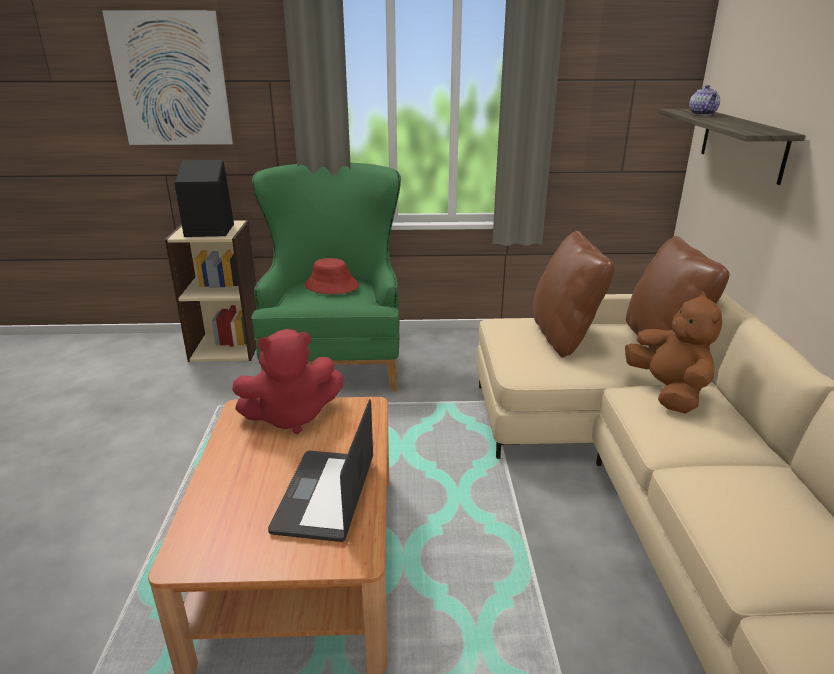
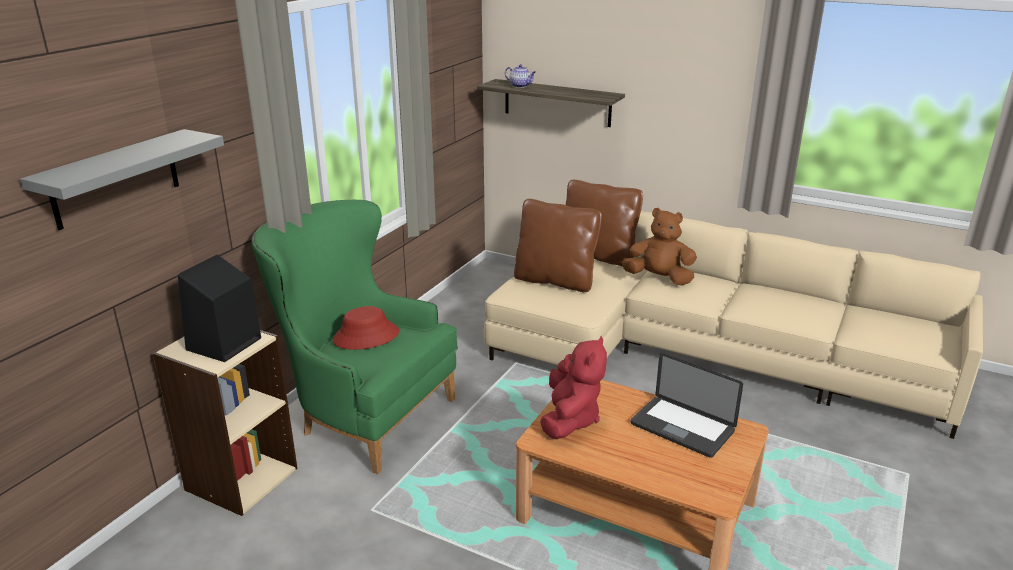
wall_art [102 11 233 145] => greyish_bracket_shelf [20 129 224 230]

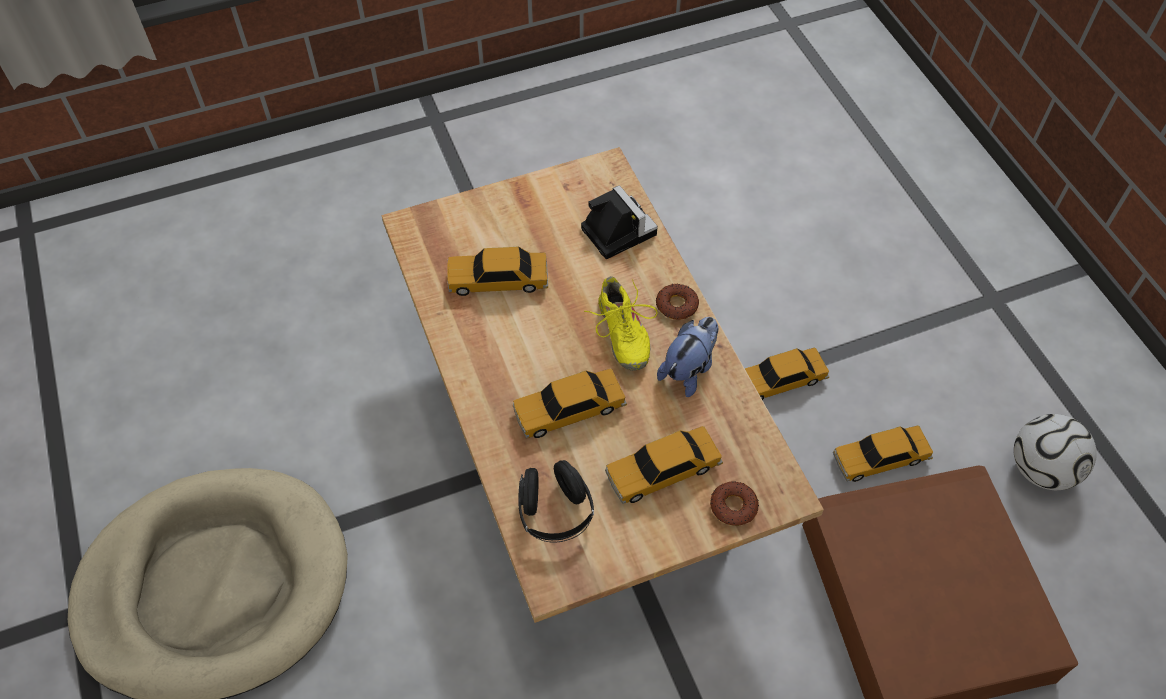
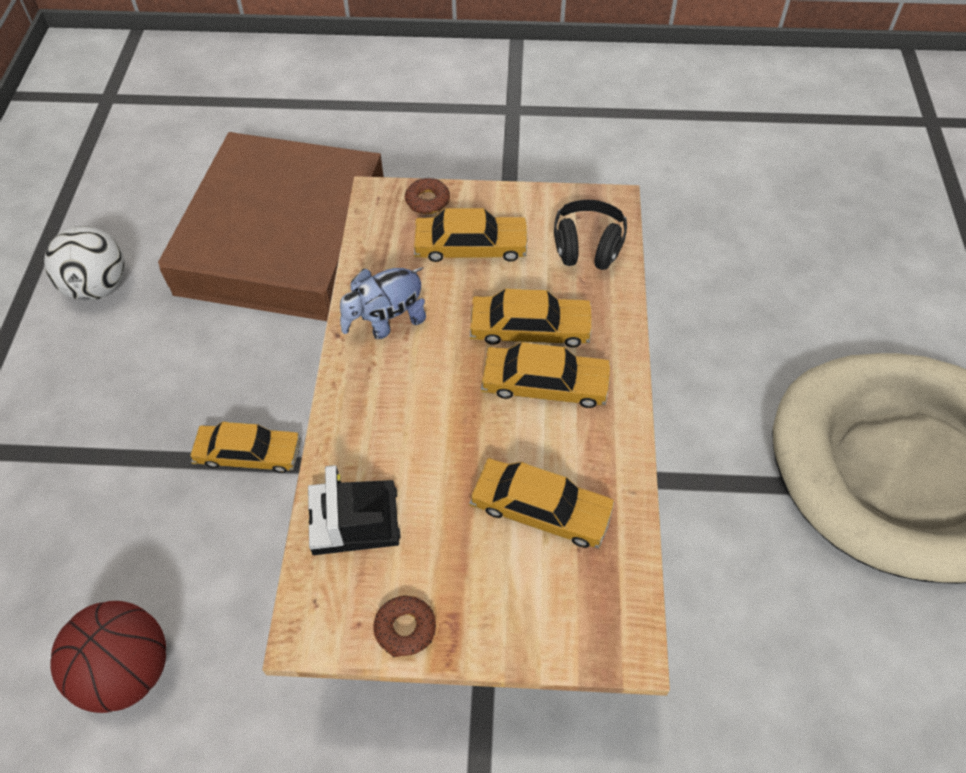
nothing => ball_for_basketball [50 601 166 713]
donut [656 284 699 320] => donut [373 595 436 657], move
model_car [833 425 933 482] => model_car [481 342 610 408], move
yellowish_shoe [584 276 658 371] => nothing

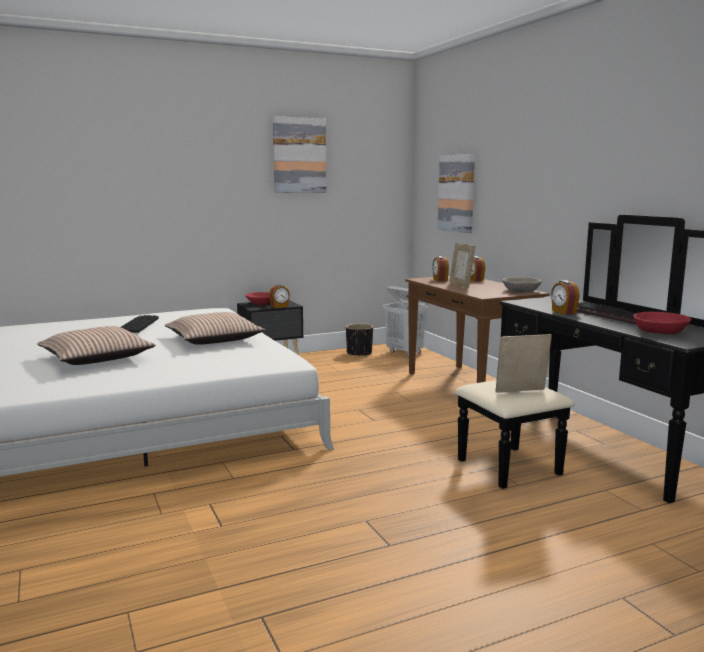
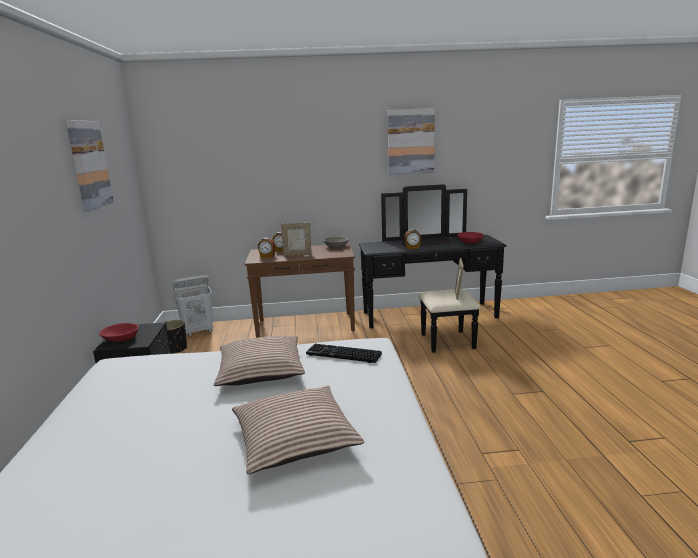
computer_keyboard [121 315 159 333] => computer_keyboard [306 344 382 363], move
wall_art [438 154 475 233] => wall_art [387 108 435 175], move
alarm_clock [269 284 290 308] => nothing

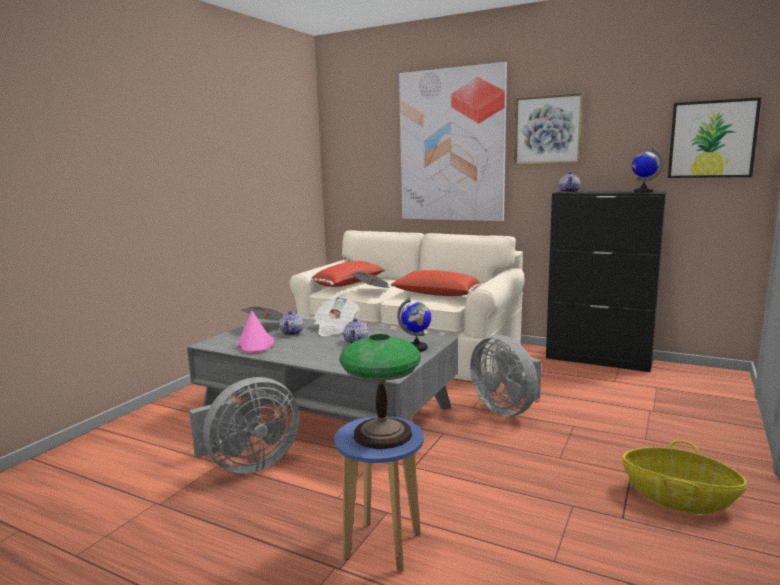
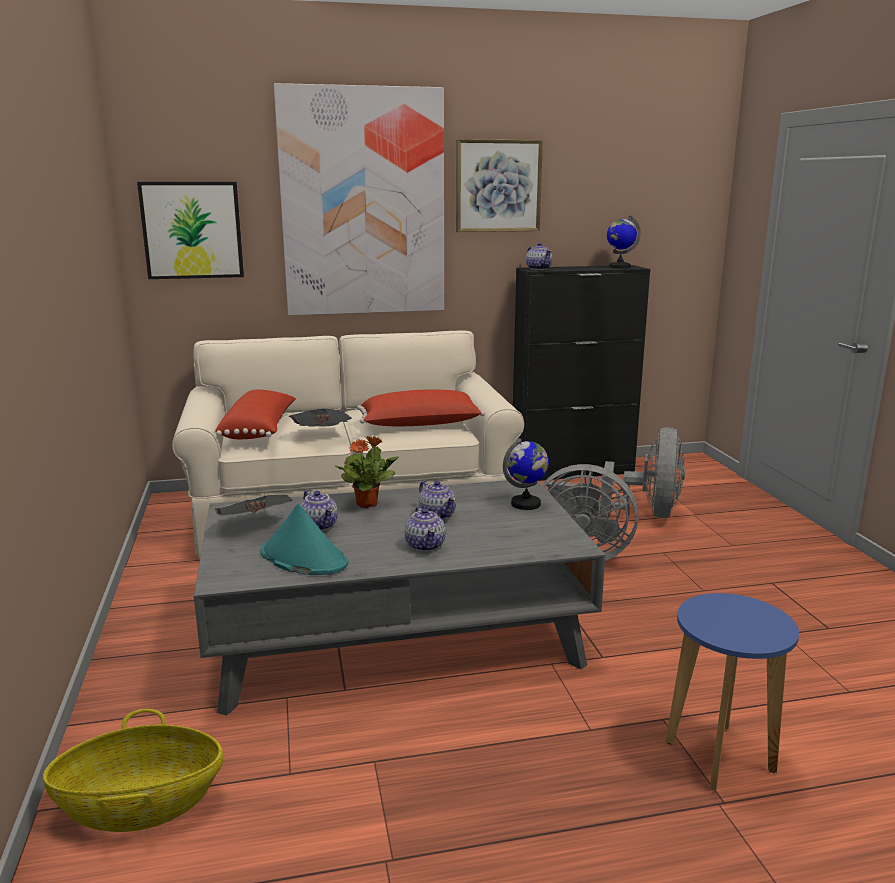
storage_basket [623 440 747 514] => storage_basket [43 709 224 832], move
wall_art [668 97 761 178] => wall_art [137 182 244 279], move
pink_wearable_hat [236 311 274 353] => turquoise-coloured_wearable_hat [261 504 348 575]
daily_paper [314 297 360 336] => plant_in_a_pot [335 436 399 508]
nothing => teapot [405 506 446 552]
greyish_electric_fan [189 377 300 474] => greyish_electric_fan [600 427 685 518], move
lamp_for_a_table [339 334 421 449] => nothing

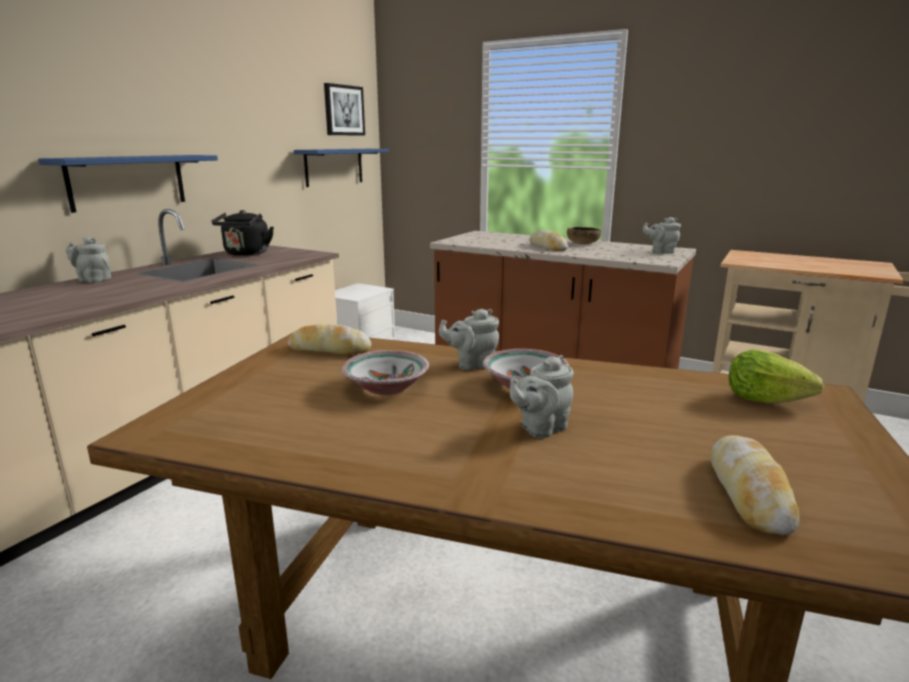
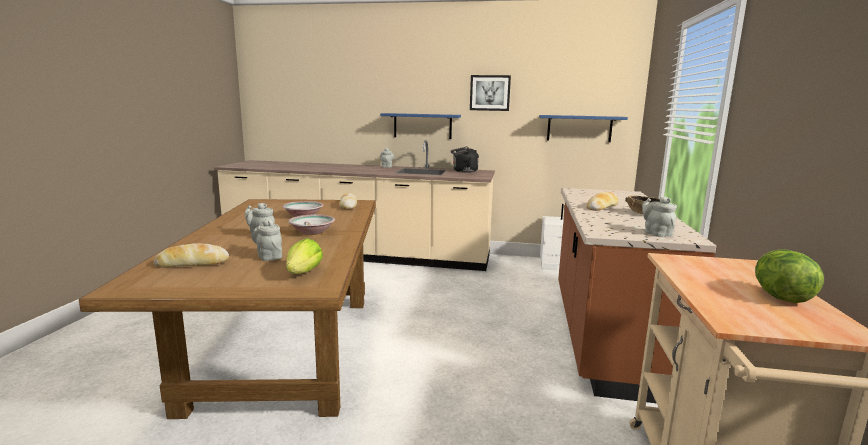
greyish_teapot [439 309 499 370] => greyish_teapot [252 219 282 261], move
wall_art [324 83 365 136] => wall_art [470 75 511 111], move
nothing => lettuce [755 249 824 303]

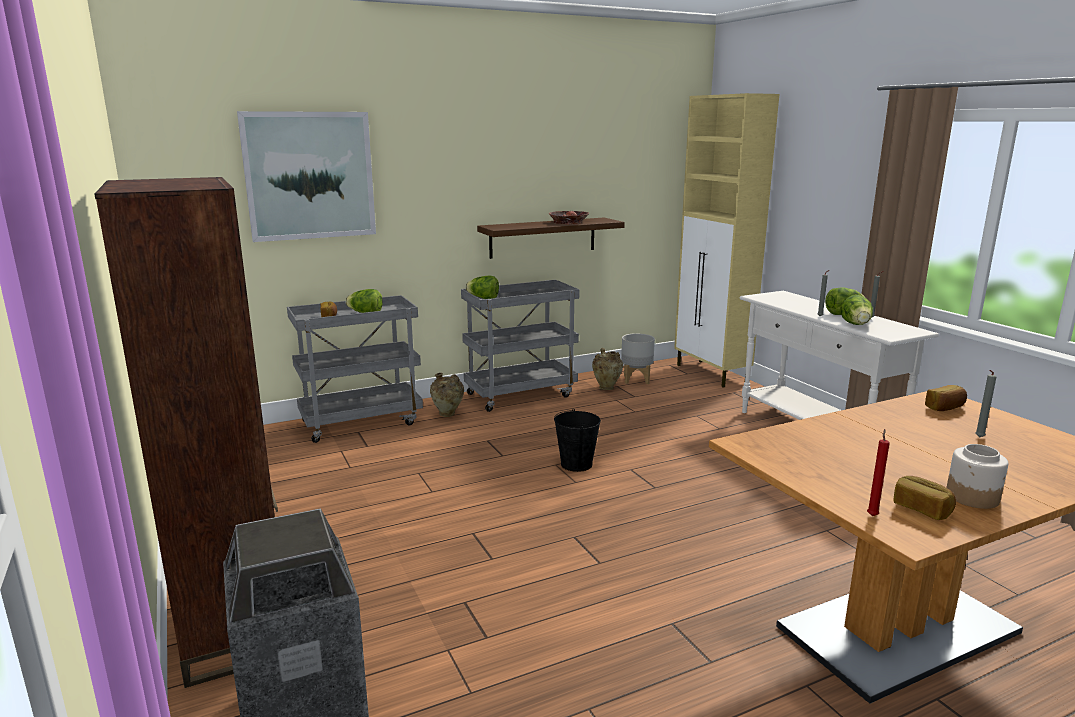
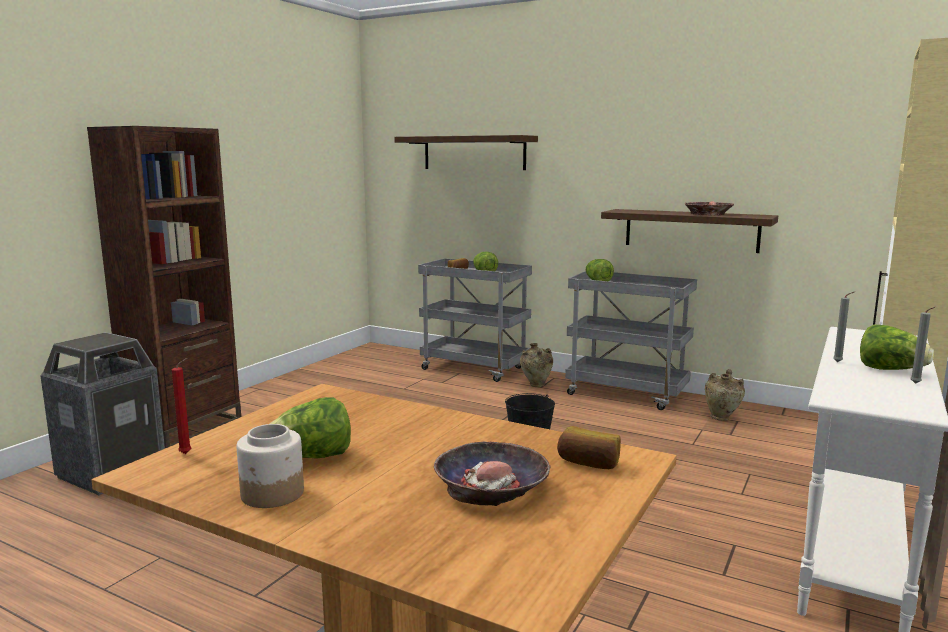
lettuce [840 295 873 325] => lettuce [270 397 351 459], move
wall_art [237 111 376 242] => bracket_shelf [394 135 538 170]
greyish_wax_candle [975 370 996 438] => bowl [434 441 551 506]
greyish_flower_pot [621 333 655 384] => nothing
bread [893 476 956 520] => nothing

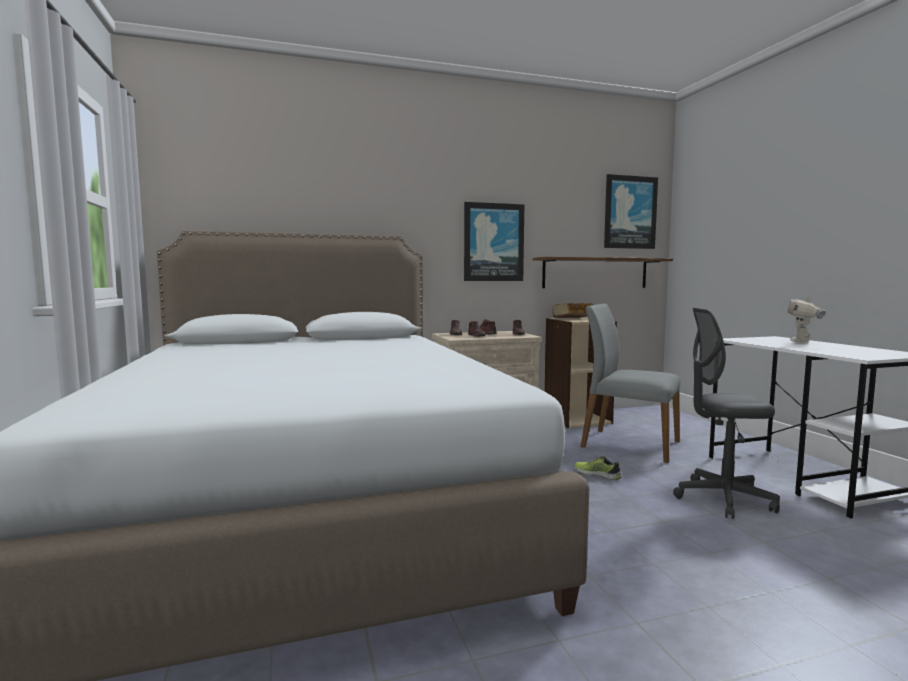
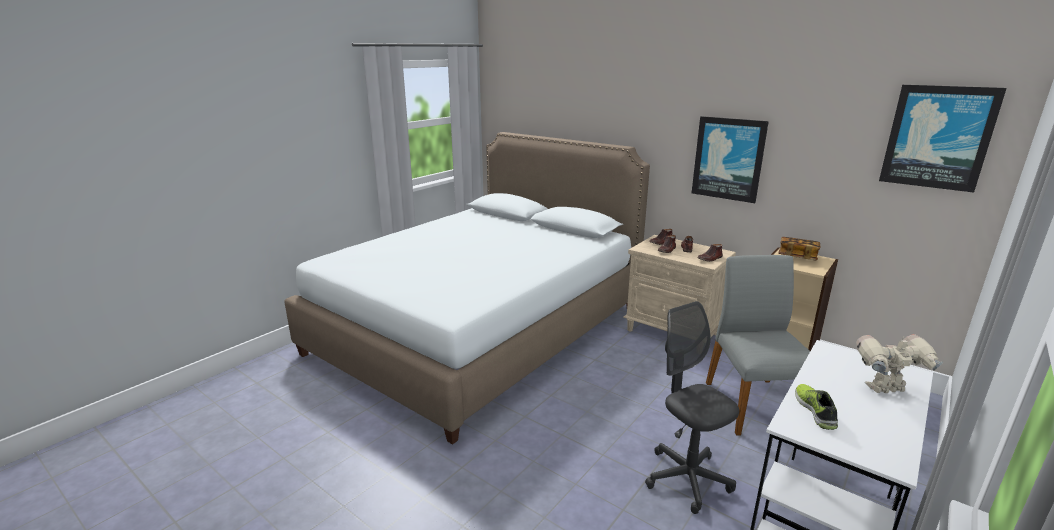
shoe [574 456 622 480] => shoe [795 384 838 430], move
bracket_shelf [533 257 673 288] => nothing

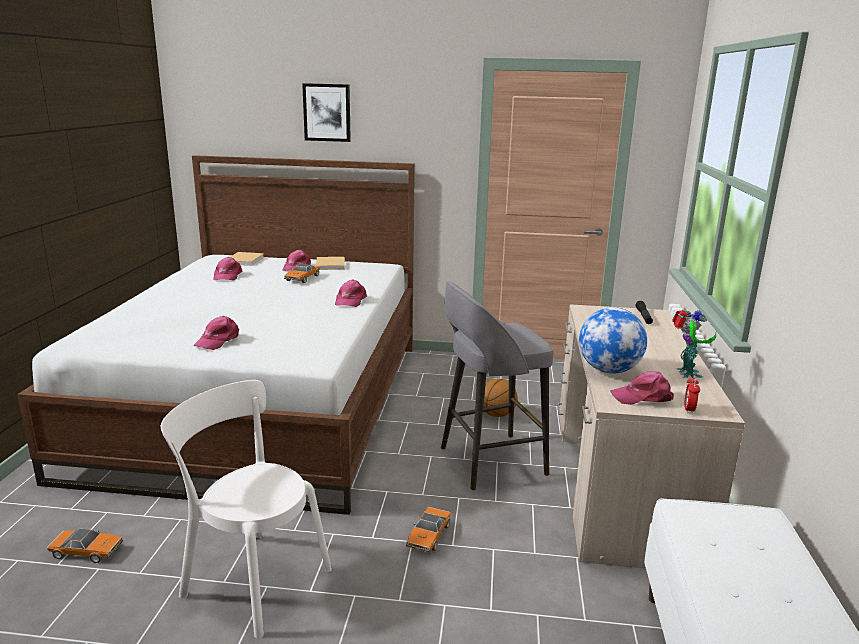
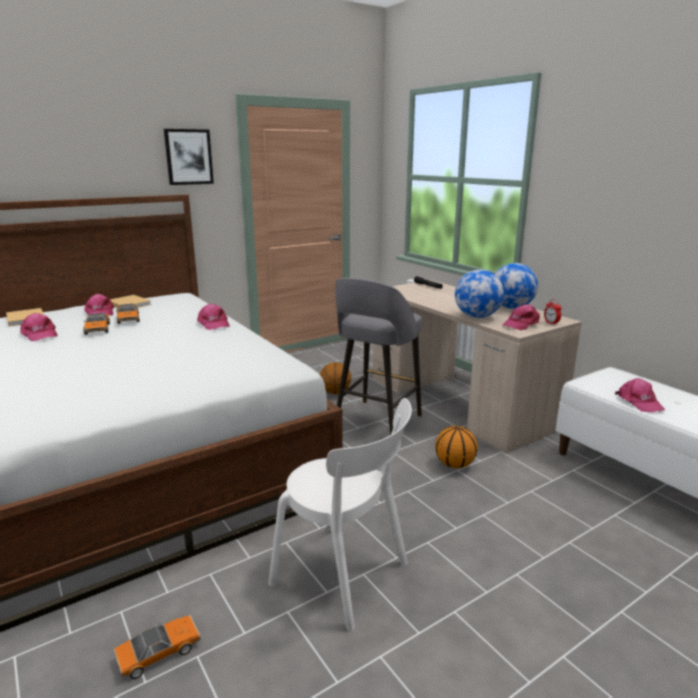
model_car [406 507 451 552] => model_car [83 313 110 335], move
wall_art [302 83 351 142] => wall_art [164 129 214 185], move
white-coloured_upright_chair [161 380 332 638] => white-coloured_upright_chair [269 398 412 632], 135 degrees counterclockwise
nothing => ball_for_basketball [435 426 478 468]
toy_robot [672 310 716 378] => globe [495 263 538 309]
pink_baseball_cap [193 316 239 350] => pink_baseball_cap [615 378 665 412], move

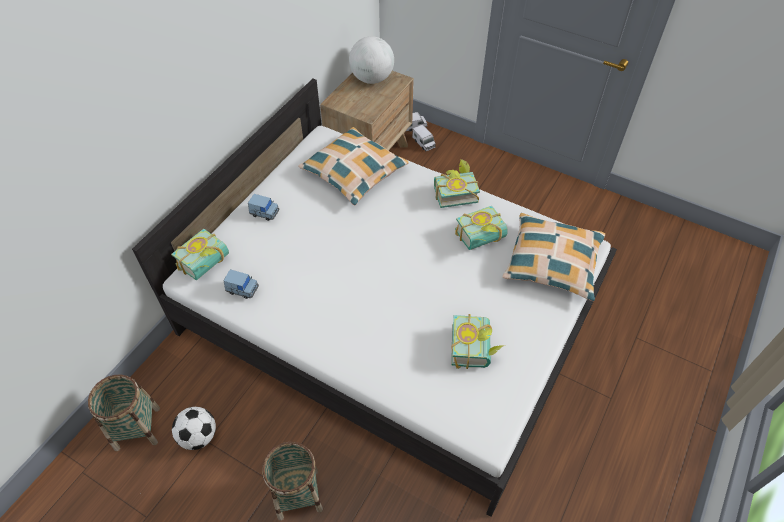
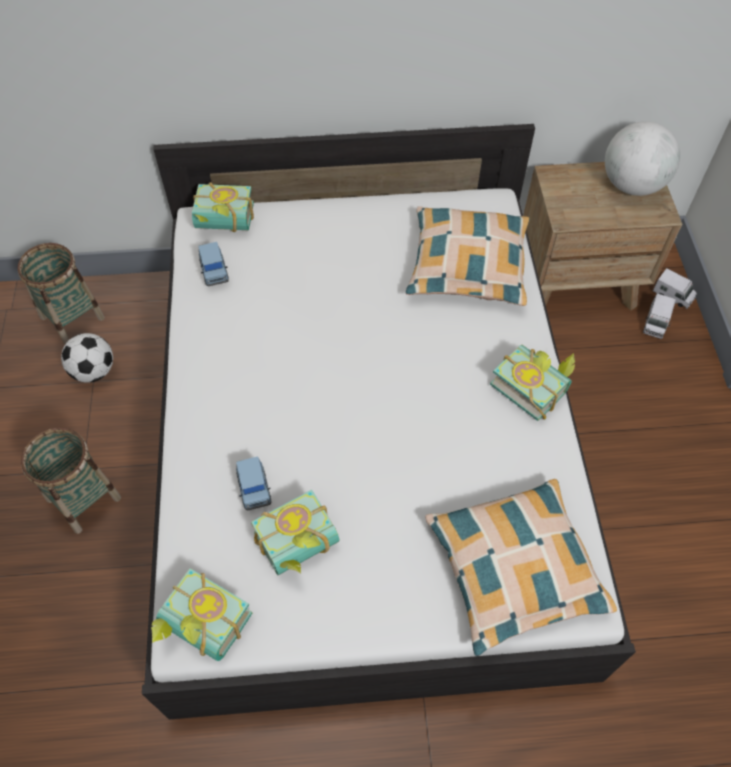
volume [455 206 508 250] => volume [151 568 252 661], move
blue-coloured_model_car [248 194 279 221] => blue-coloured_model_car [236 456 272 510], move

